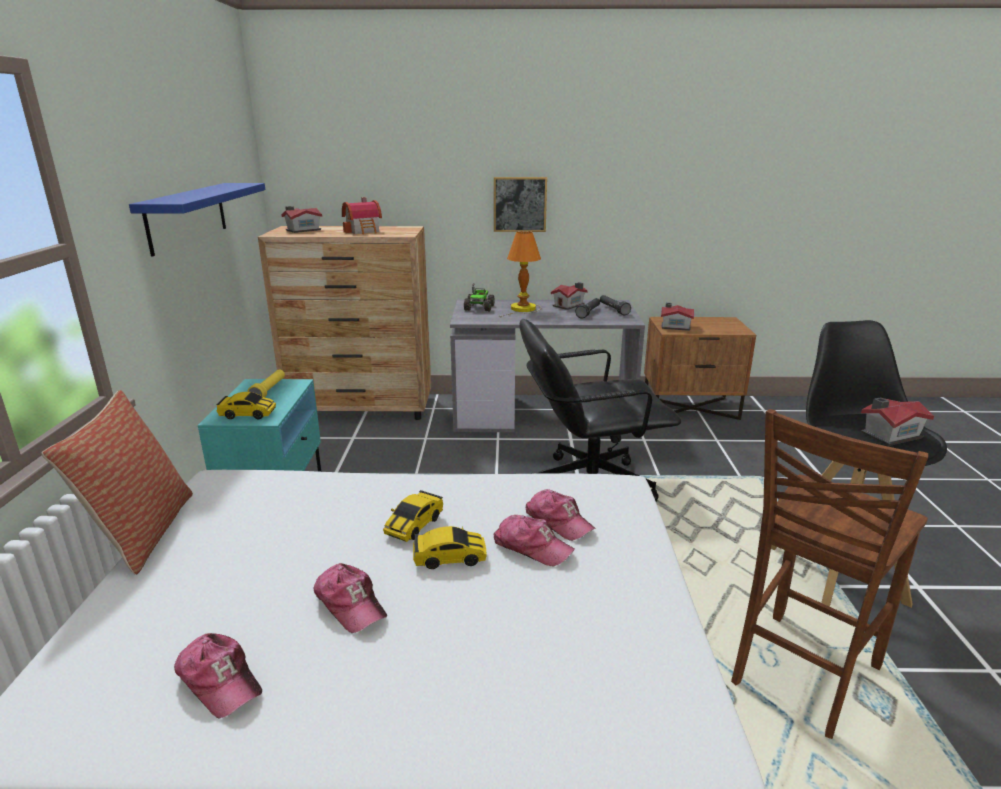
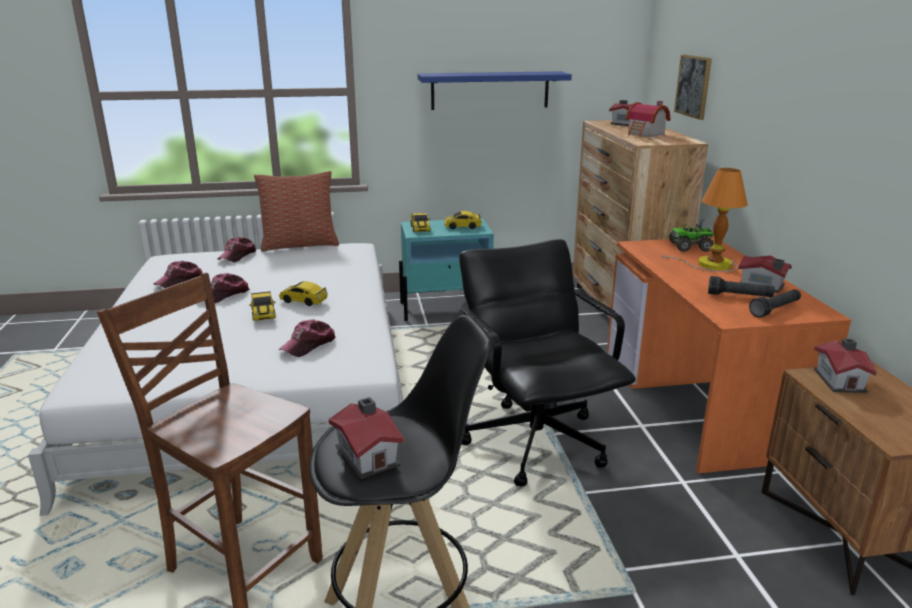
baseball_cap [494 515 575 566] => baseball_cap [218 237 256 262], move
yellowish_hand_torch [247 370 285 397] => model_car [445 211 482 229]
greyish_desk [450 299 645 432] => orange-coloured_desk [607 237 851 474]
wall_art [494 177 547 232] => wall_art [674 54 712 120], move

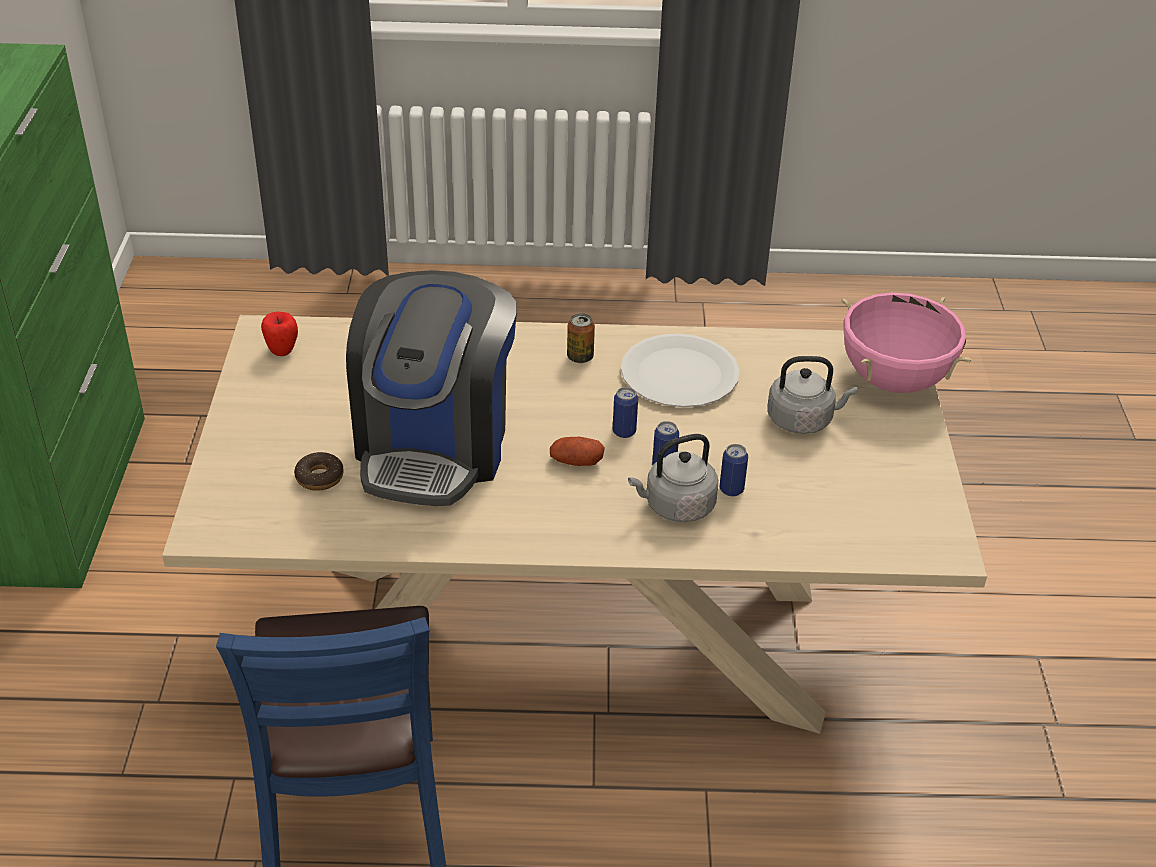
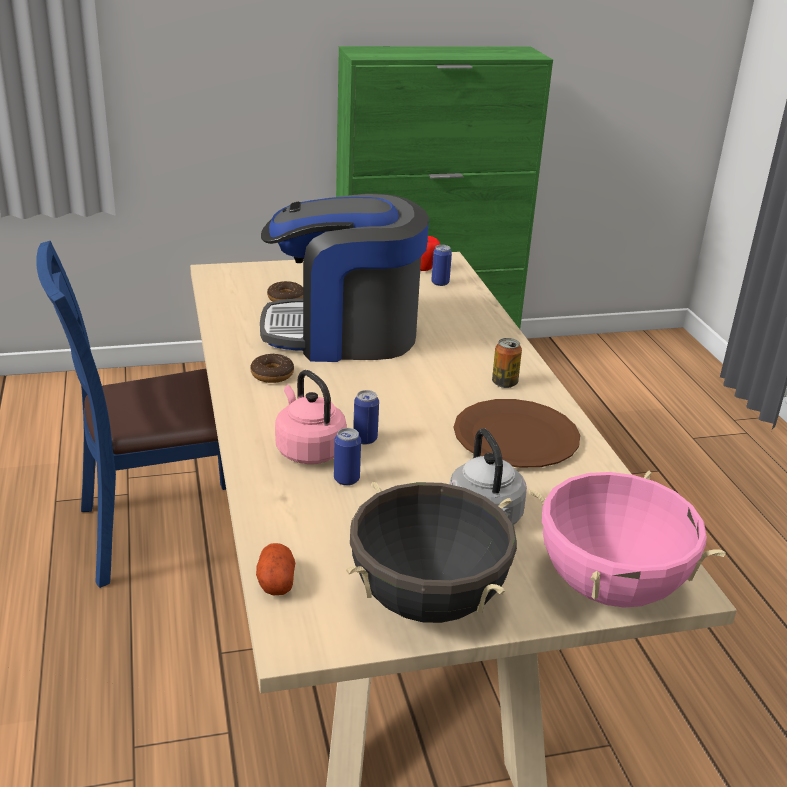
nothing => donut [250 354 294 383]
spud [550 437 605 466] => spud [256 543 295 595], move
greyish_kettle [628 434 718 522] => pink_kettle [275 370 347 464]
nothing => black-coloured_stockpot [346 482 517 623]
can [613 387 638 438] => can [431 245 452 286], move
white-coloured_plate [621 333 740 407] => brownish_plate [454 399 580 468]

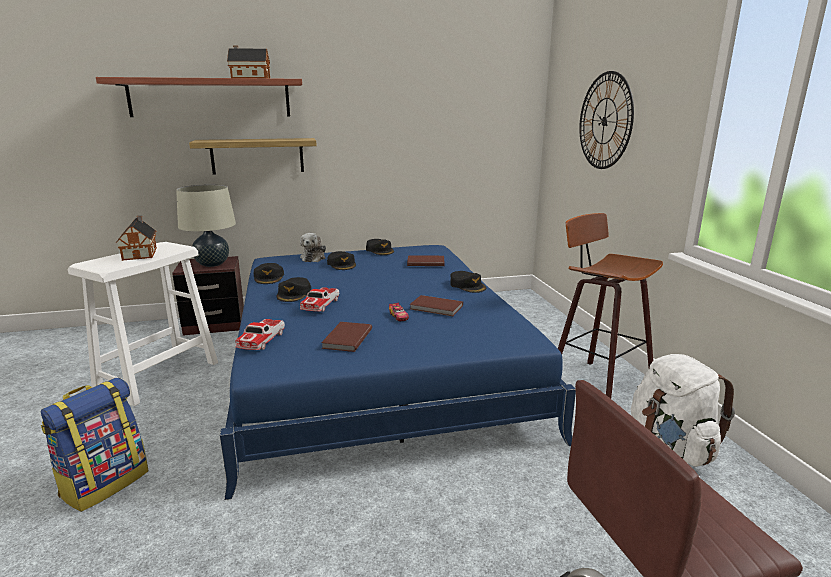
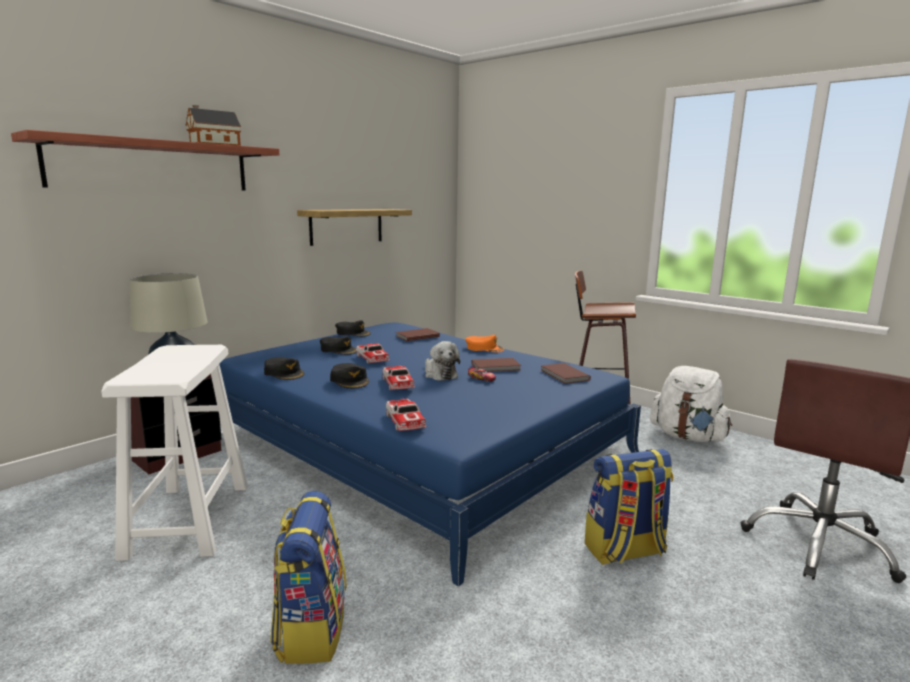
bracket_shelf [189 138 317 175] => bracket_shelf [297 209 412 246], move
nothing => model_car [356 343 389 364]
plush_toy [300 233 326 262] => plush_toy [425 341 460 381], move
black-coloured_baseball_cap [450 271 486 293] => orange-coloured_baseball_cap [465 335 504 352]
brownish_volume [321 322 372 352] => brownish_volume [540 363 591 384], move
nothing => rucksack [585 449 674 565]
model_house [116 215 157 261] => nothing
wall_clock [579 71 634 169] => nothing

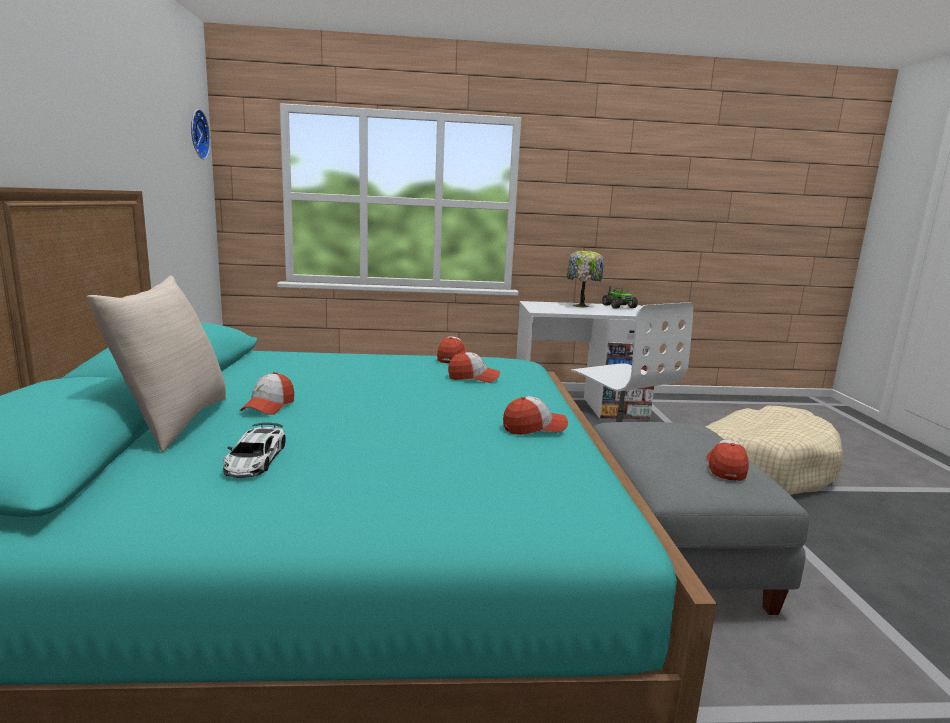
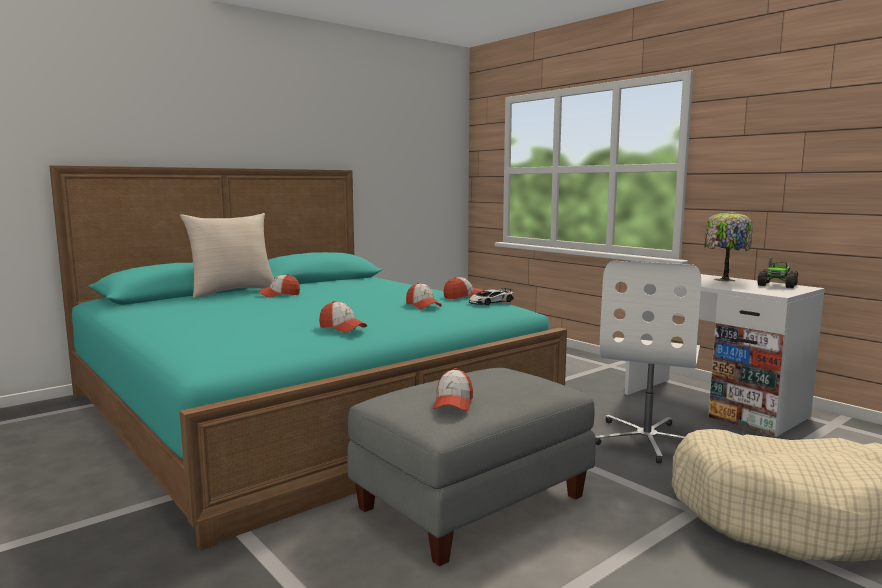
baseball_cap [706 440 749 481] => baseball_cap [433 368 473 411], 120 degrees clockwise
model_car [223 423 286 478] => model_car [469 288 514 305], move
wall_clock [191 109 210 159] => nothing

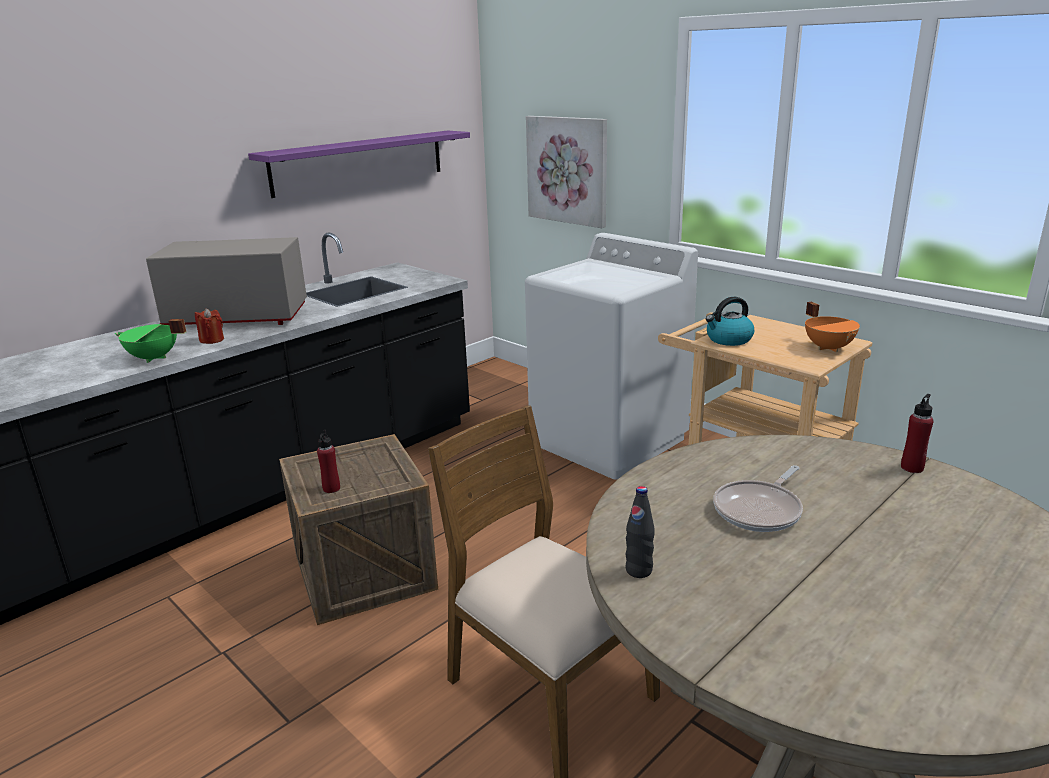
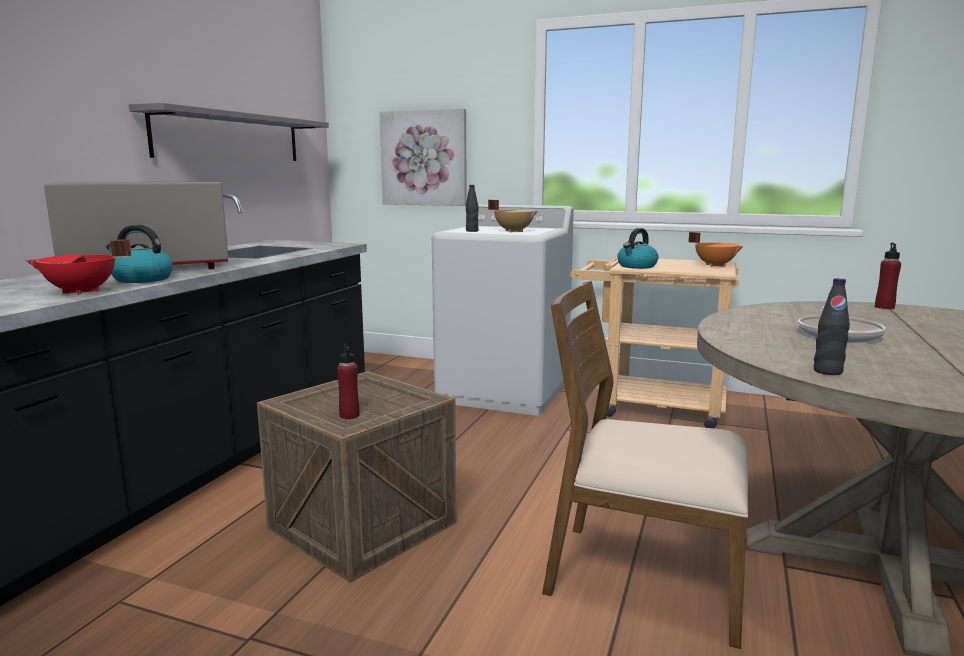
greenish_stockpot [115 319 187 363] => reddish_stockpot [26 239 131 295]
reddish_wax_candle [195 308 224 344] => kettle [106 225 173 283]
purple_bracket_shelf [248 131 470 198] => greyish_bracket_shelf [129 103 329 161]
nothing => black-coloured_bottle [466 185 479 232]
nothing => beige-coloured_stockpot [488 200 538 232]

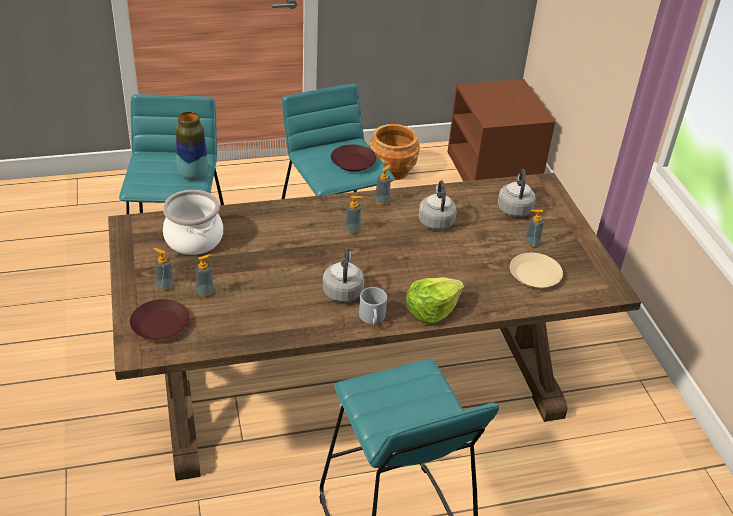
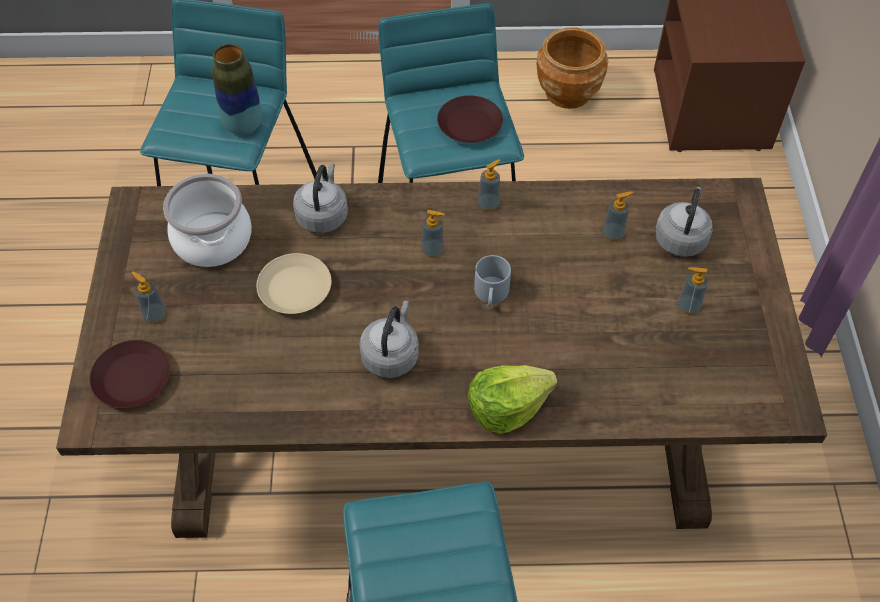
beige-coloured_plate [510 253 563 288] => beige-coloured_plate [256 253 331 314], move
greyish_kettle [418 181 457 230] => greyish_kettle [293 163 348 233], move
greyish_coffee_mug [359 287 387 325] => greyish_coffee_mug [474 255 511 307], move
soap_dispenser [196 254 214 297] => soap_dispenser [602 191 633 241], move

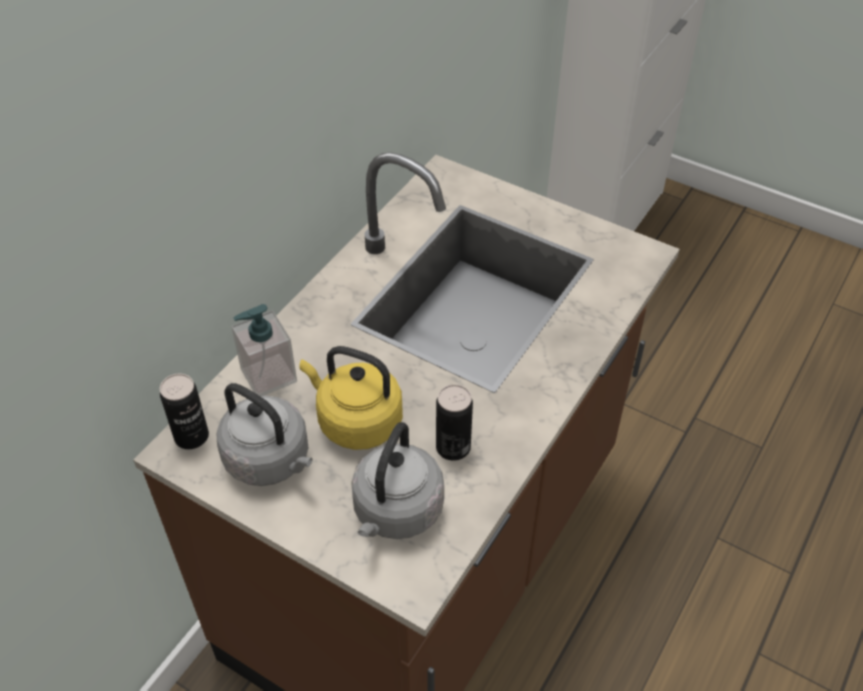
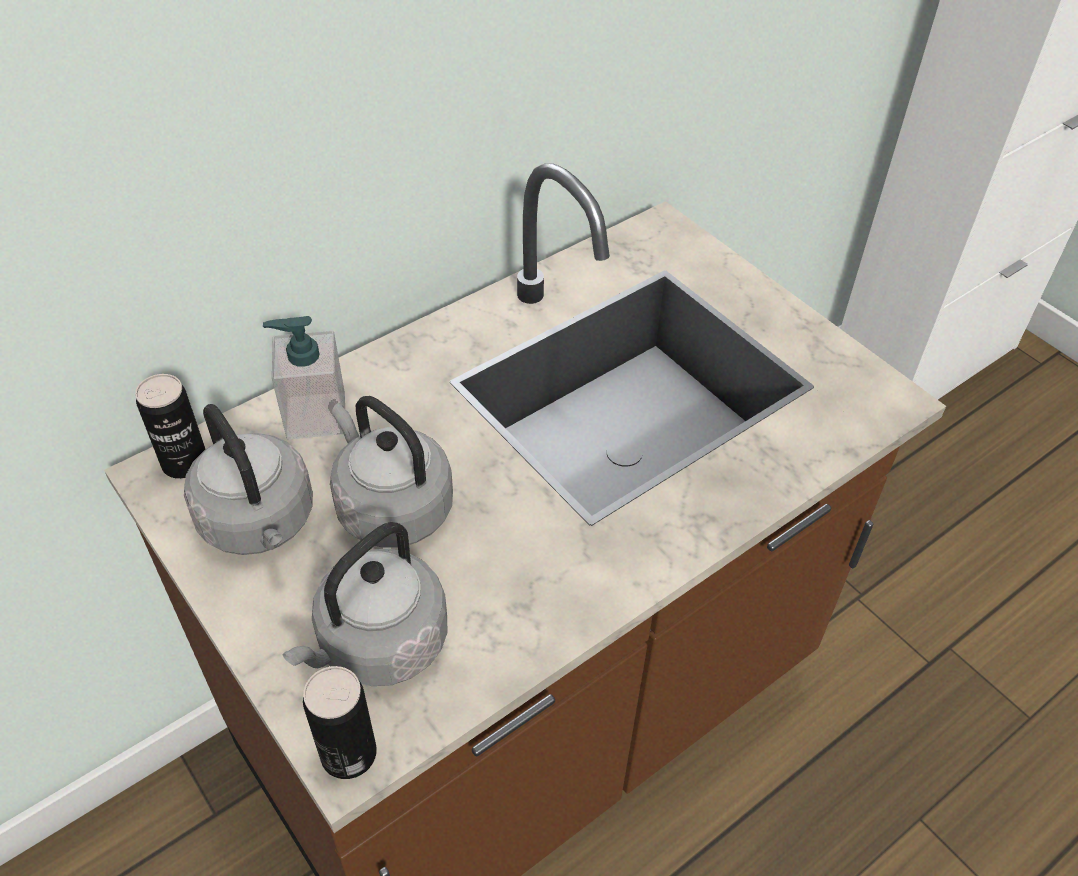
can [436 384 473 461] => can [303 666 377 779], move
yellowish_kettle [300 346 403 450] => greyish_kettle [330 396 453 547]

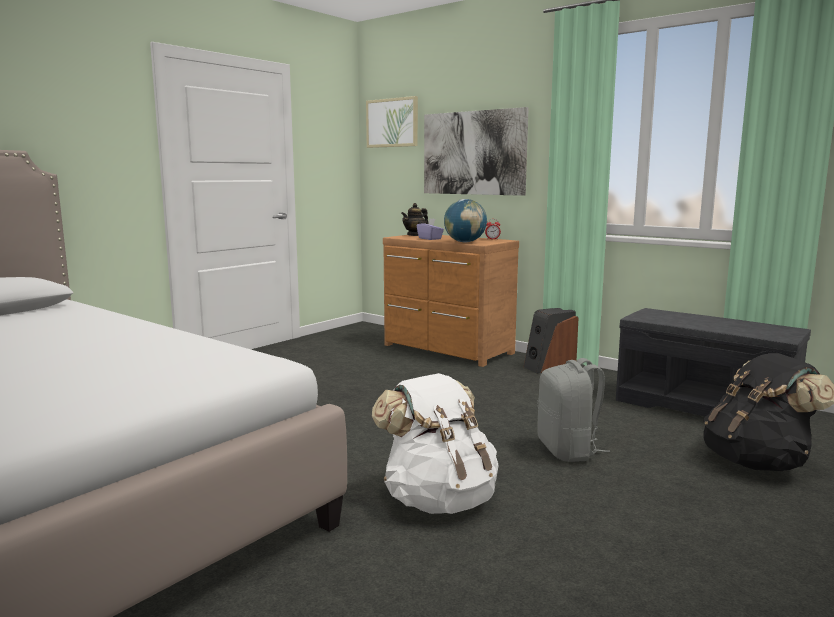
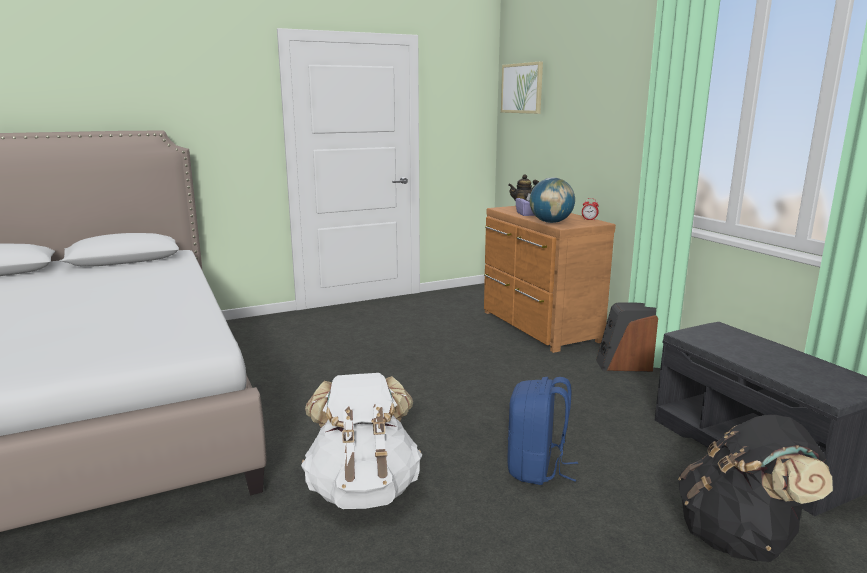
greyish_rucksack [537 358 610 462] => blue-coloured_rucksack [507 377 578 485]
wall_art [424 107 529 196] => nothing

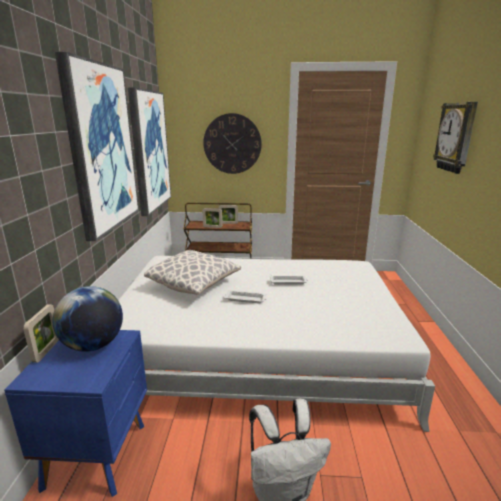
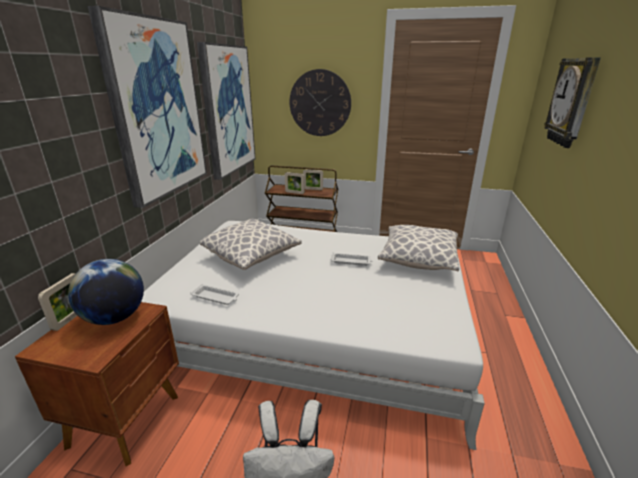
blue-coloured_night_table [4 330 147 497] => brownish_night_table [15 302 179 466]
white-coloured_carrying_tray [224 290 267 304] => white-coloured_carrying_tray [190 284 239 305], move
nothing => pillow [378 225 459 271]

